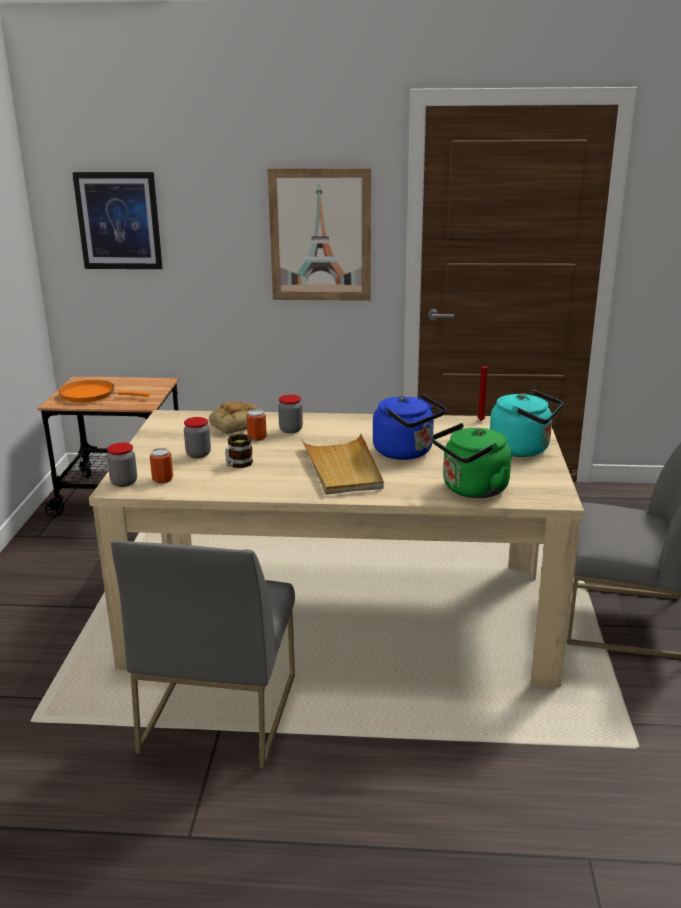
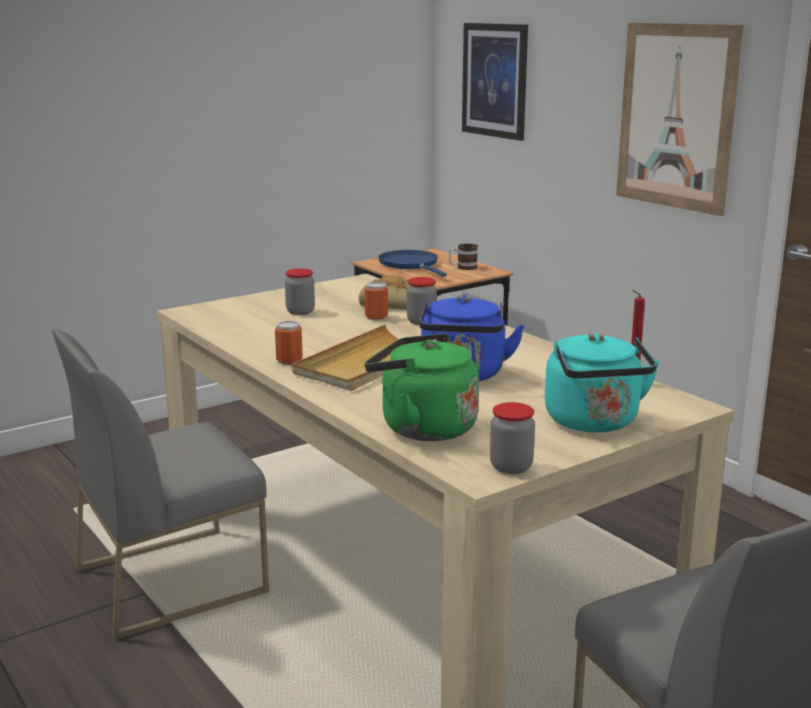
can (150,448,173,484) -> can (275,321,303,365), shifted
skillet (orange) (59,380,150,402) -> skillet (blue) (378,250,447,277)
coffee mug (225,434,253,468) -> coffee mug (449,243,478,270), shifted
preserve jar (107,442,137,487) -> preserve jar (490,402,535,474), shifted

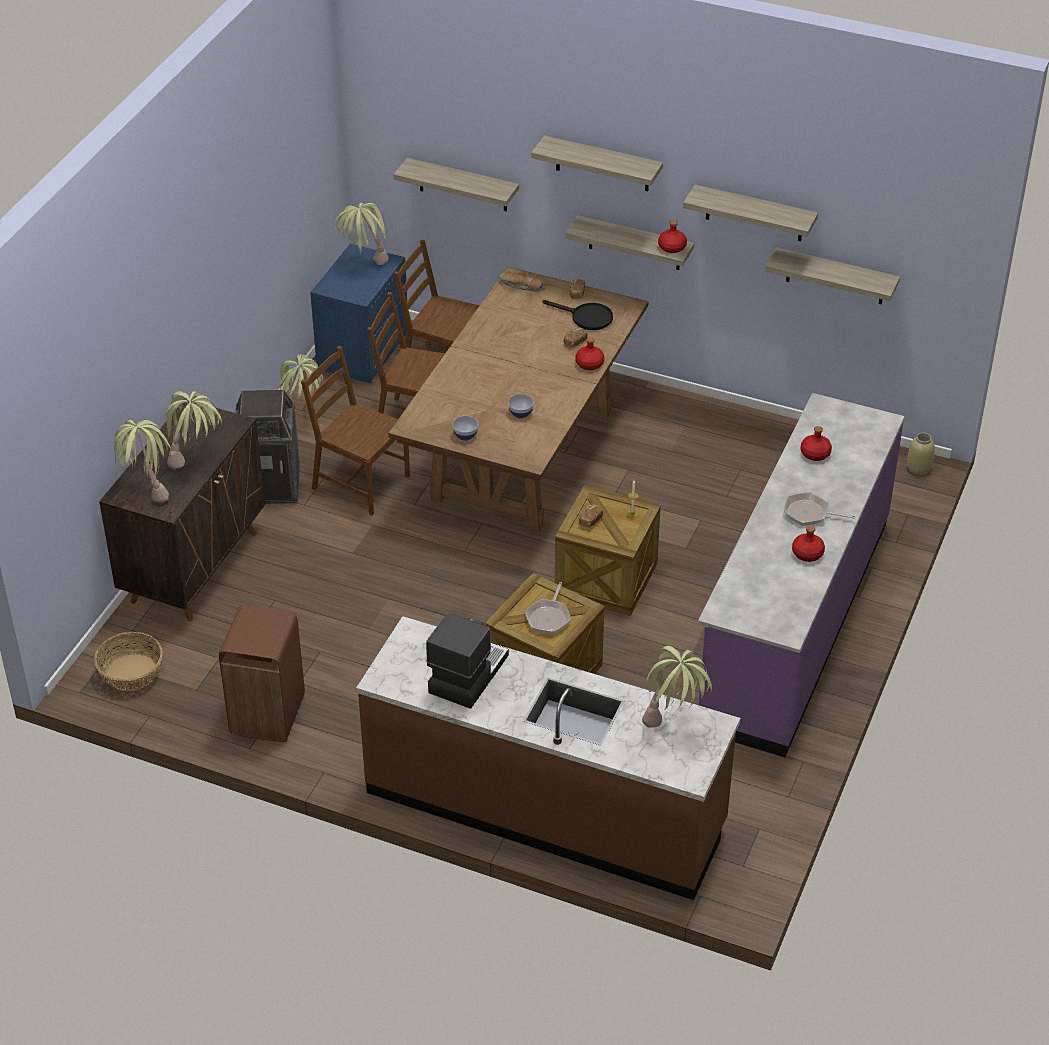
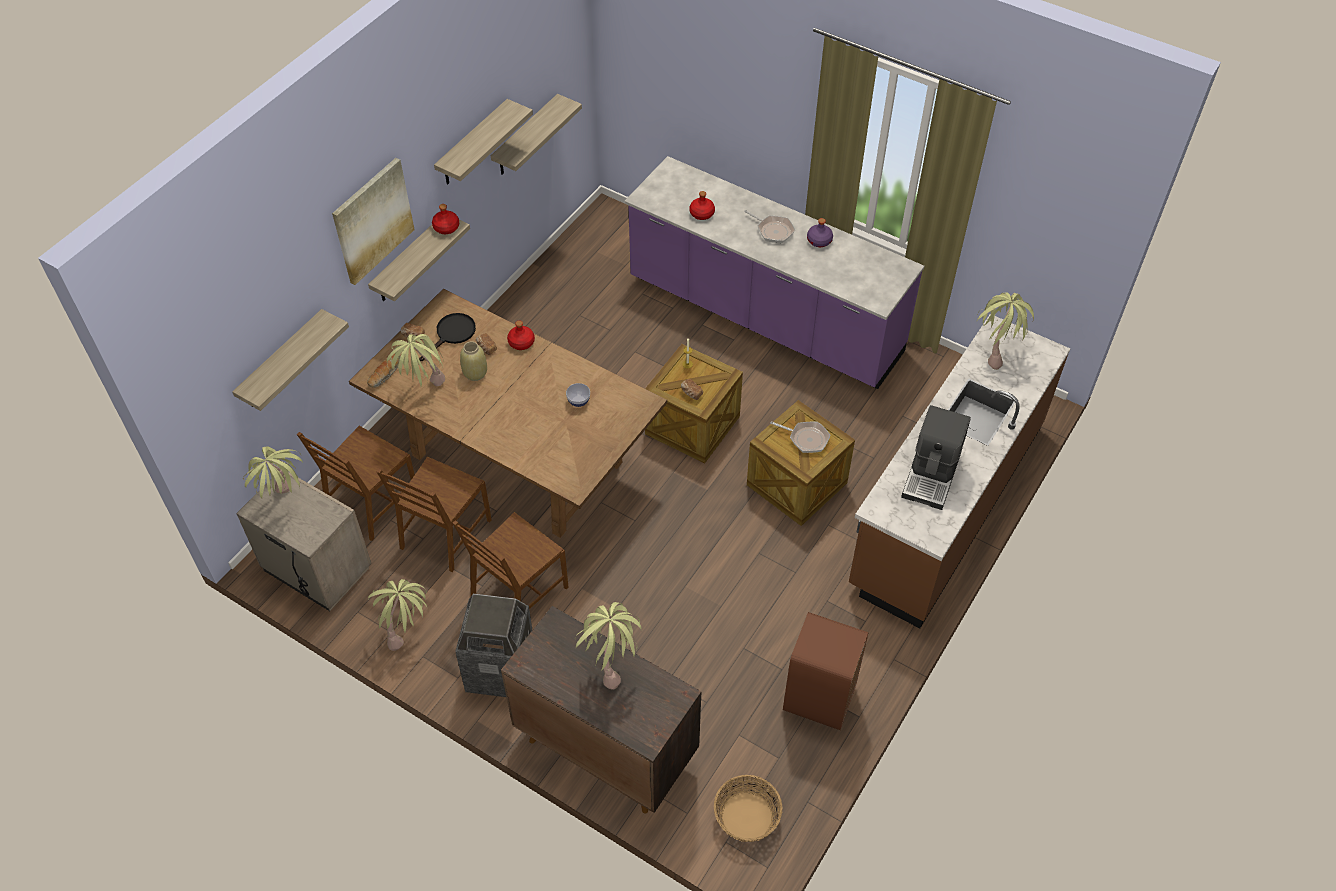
nightstand (blue) (310,244,407,383) -> nightstand (beige-coloured) (236,472,371,611)
bracket shelf (531,135,663,191) -> wall picture (332,158,415,285)
potted plant (114,420,171,503) -> potted plant (387,334,445,386), shifted
flower vase (beige-coloured) (907,433,935,475) -> flower vase (beige-coloured) (460,341,487,381), shifted
skillet (784,492,856,526) -> skillet (744,210,795,243), 75 degrees counterclockwise
beverage bottle (red-coloured) (792,525,825,562) -> beverage bottle (purplish) (807,218,833,247)
coffee machine (426,613,509,709) -> coffee machine (901,405,971,510), 105 degrees counterclockwise
bowl (452,416,478,441) -> none

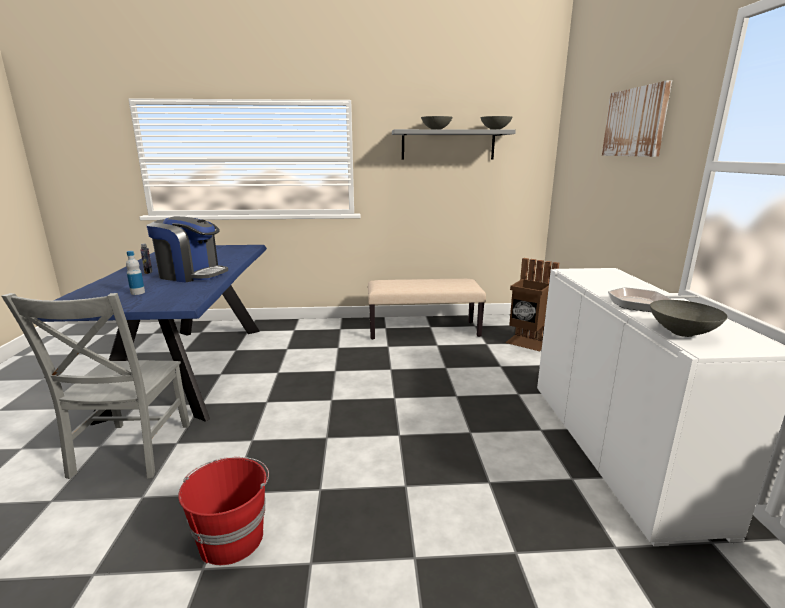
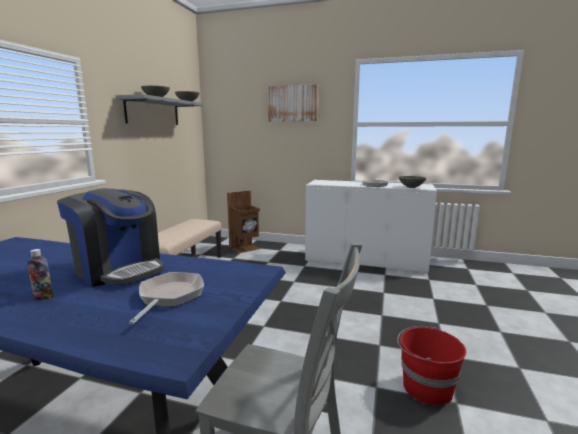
coffee machine (146,216,228,283) -> coffee machine (57,188,164,287), 90 degrees clockwise
beverage bottle (126,251,145,295) -> skillet (129,272,204,325)

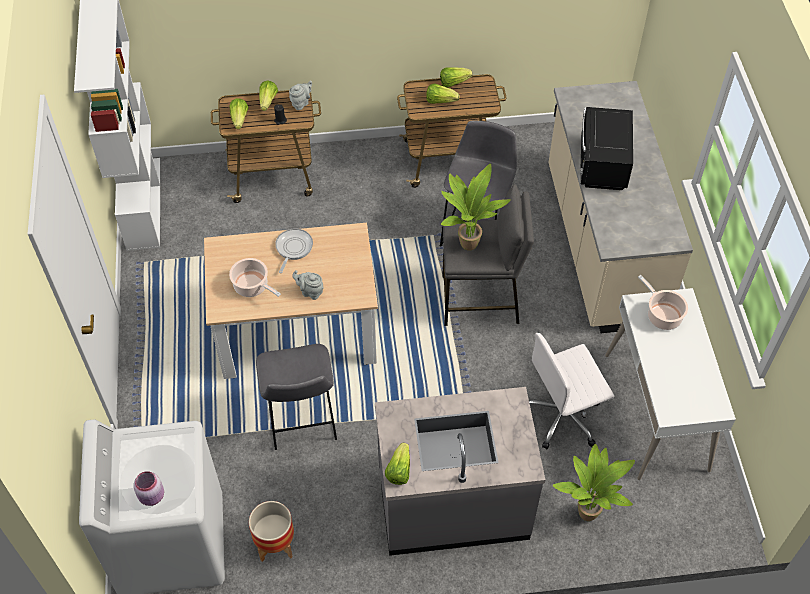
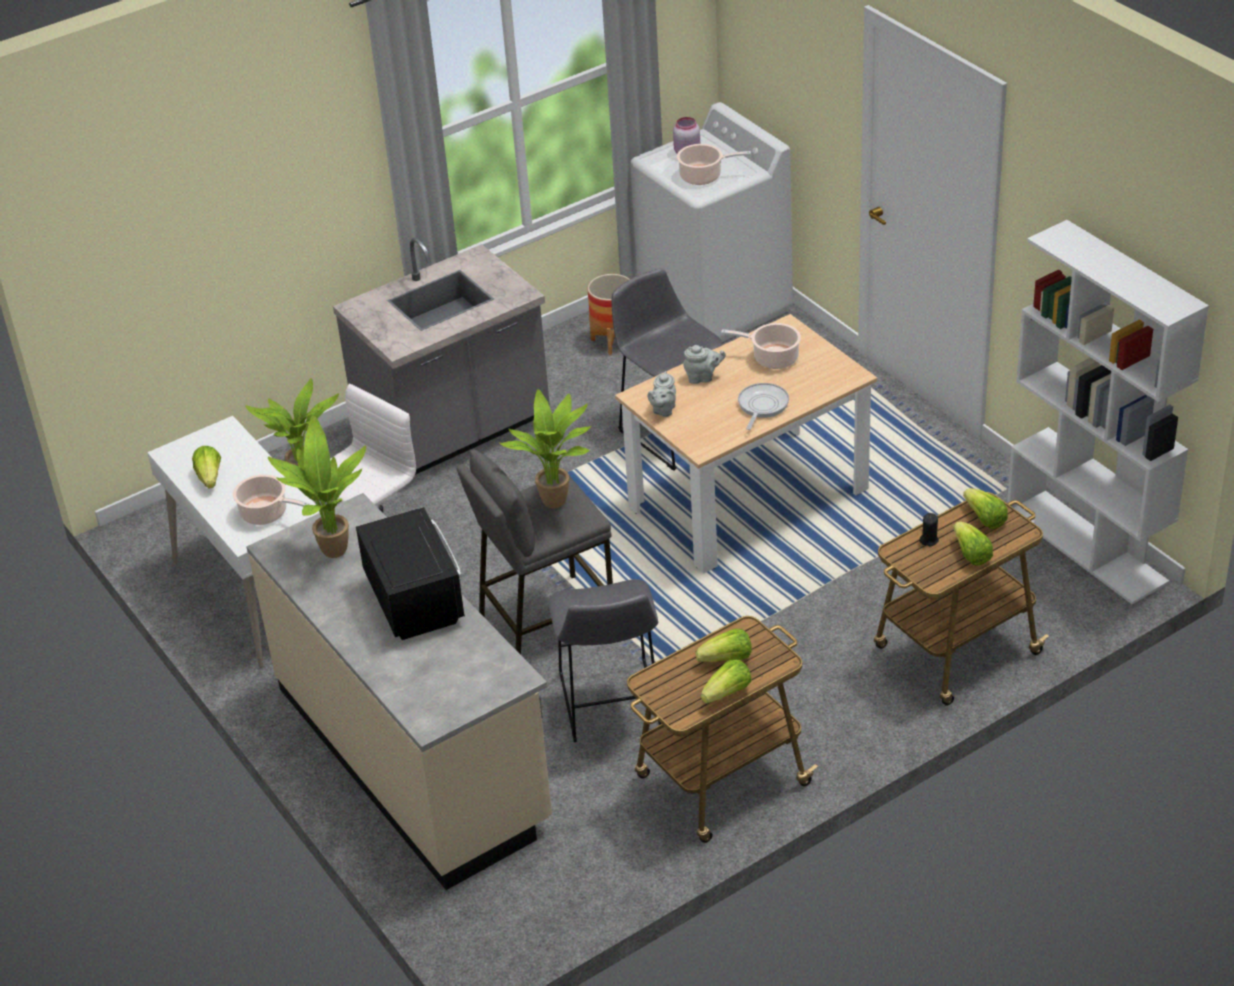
head of lettuce (385,443,410,485) -> head of lettuce (192,446,221,489), shifted
none -> potted plant (268,416,366,558)
teapot (greyish) (289,81,312,110) -> teapot (greyish) (648,371,676,417), shifted
none -> cooking pot (677,144,751,185)
skillet (275,229,313,273) -> skillet (738,383,789,430), 150 degrees counterclockwise

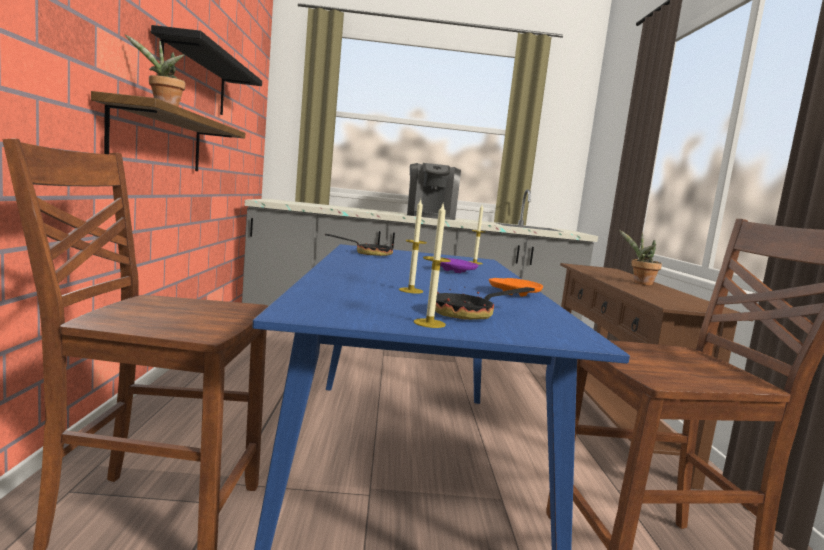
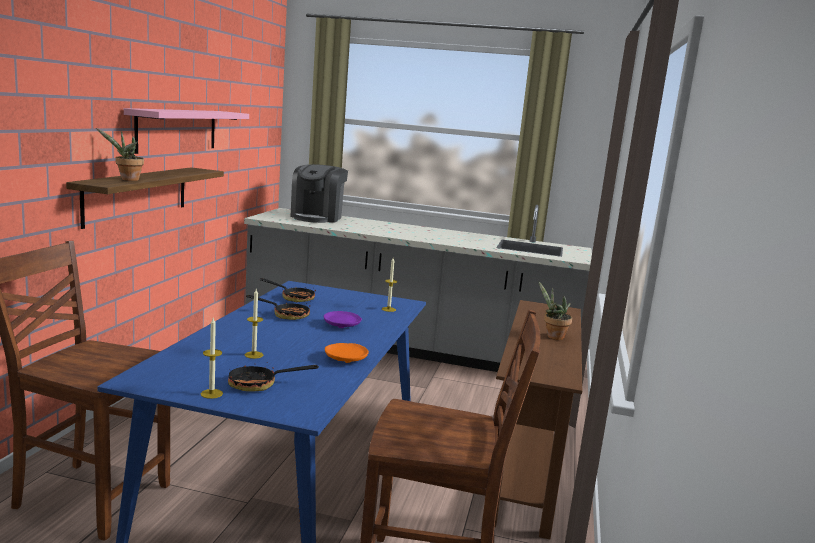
bracket shelf (blackish) (151,25,262,115) -> bracket shelf (pinkish) (124,108,249,154)
none -> skillet (246,295,310,320)
coffee machine (407,163,461,220) -> coffee machine (290,164,348,223), shifted

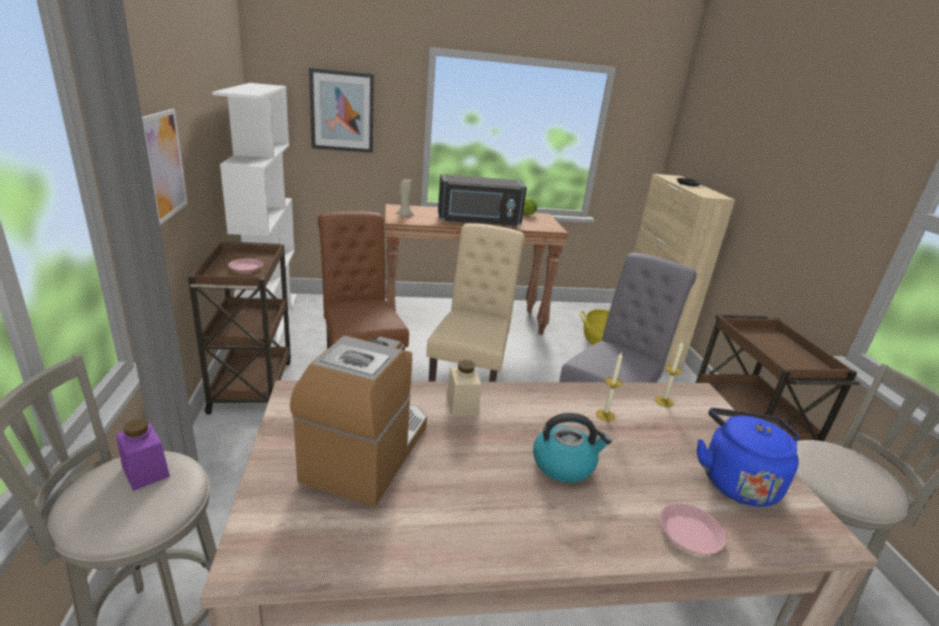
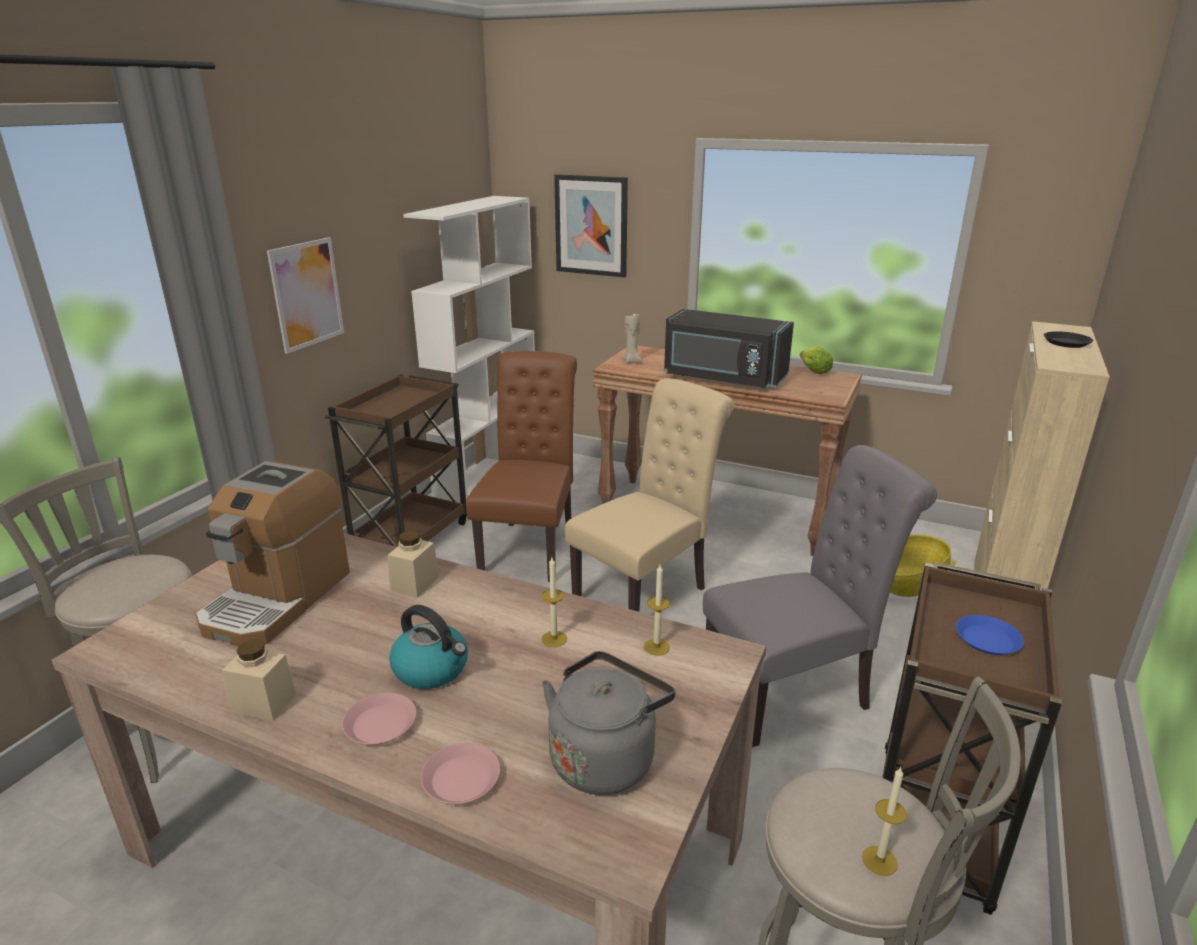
coffee machine (290,336,427,507) -> coffee machine (195,461,350,646), 150 degrees clockwise
none -> preserve jar (beige-coloured) (222,639,297,721)
flat dish (pinkish) (228,258,263,273) -> flat dish (pinkish) (342,693,416,745), shifted
water kettle (blue) (697,408,799,507) -> water kettle (greyish) (542,651,675,795)
none -> wax light (862,767,907,876)
none -> flat dish (blue) (956,615,1024,655)
preserve jar (purplish) (116,419,170,491) -> none

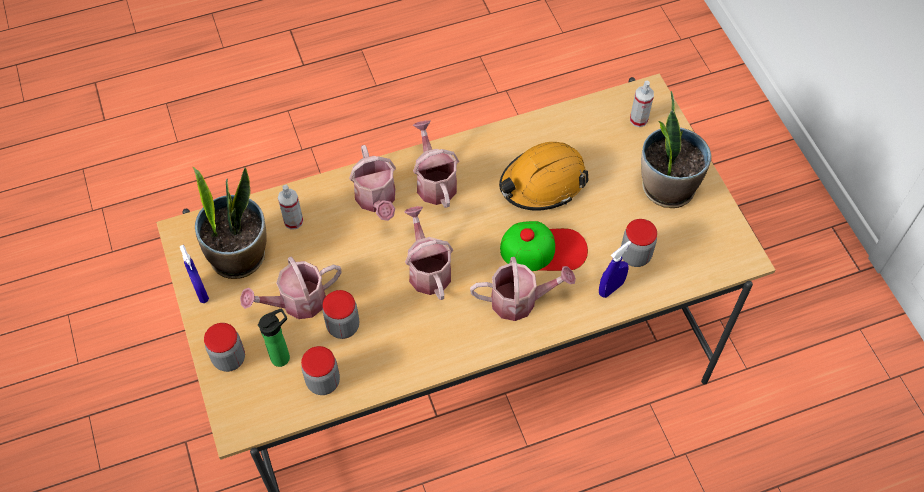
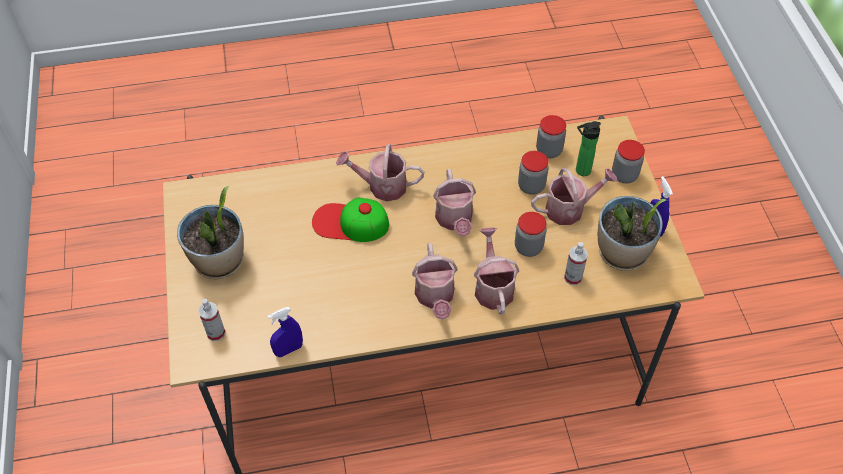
spray bottle (blue) (599,241,631,298) -> spray bottle (blue) (267,307,303,357), shifted
preserve jar (621,219,657,267) -> preserve jar (515,212,547,257), shifted
work helmet (orange) (499,142,589,211) -> none

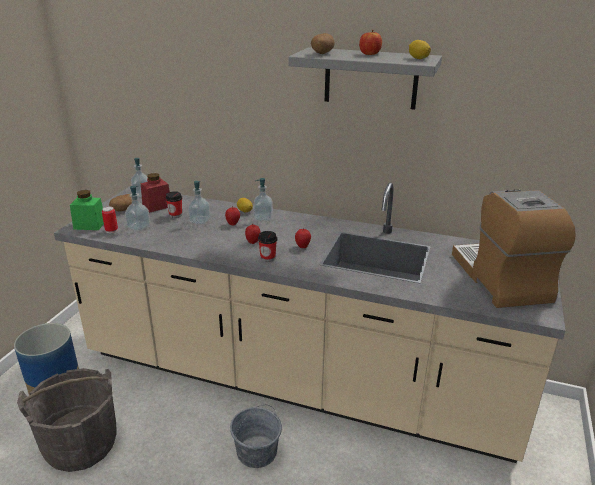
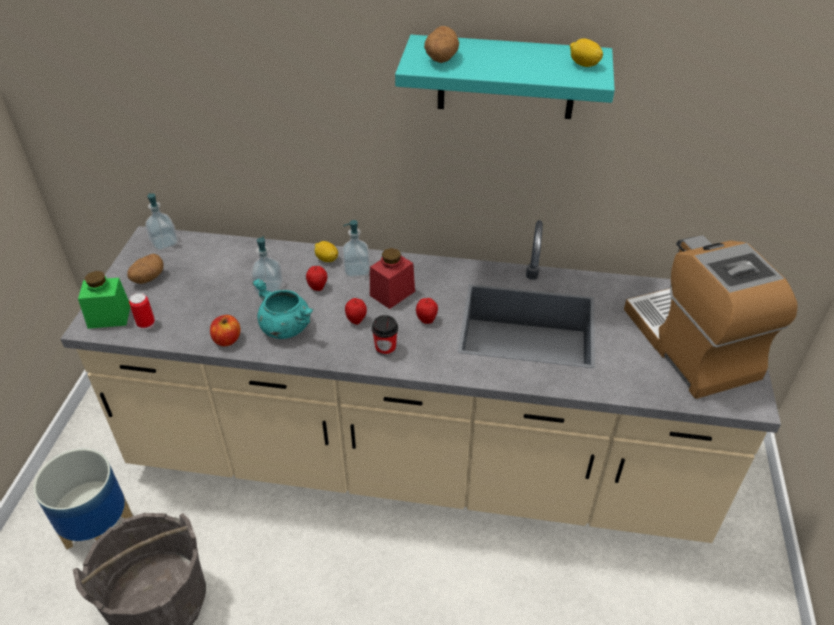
whole apple (359,30,382,55) -> whole apple (210,315,241,346), shifted
none -> cooking pot (turquoise) (252,279,313,339)
preserve jar (red-coloured) (141,173,170,212) -> preserve jar (red-coloured) (370,248,415,309), shifted
bracket shelf (greyish) (288,47,442,110) -> bracket shelf (turquoise) (395,35,615,119)
liquid soap bottle (125,186,150,231) -> none
cup (165,191,182,218) -> none
bucket (greyish) (230,405,282,468) -> none

